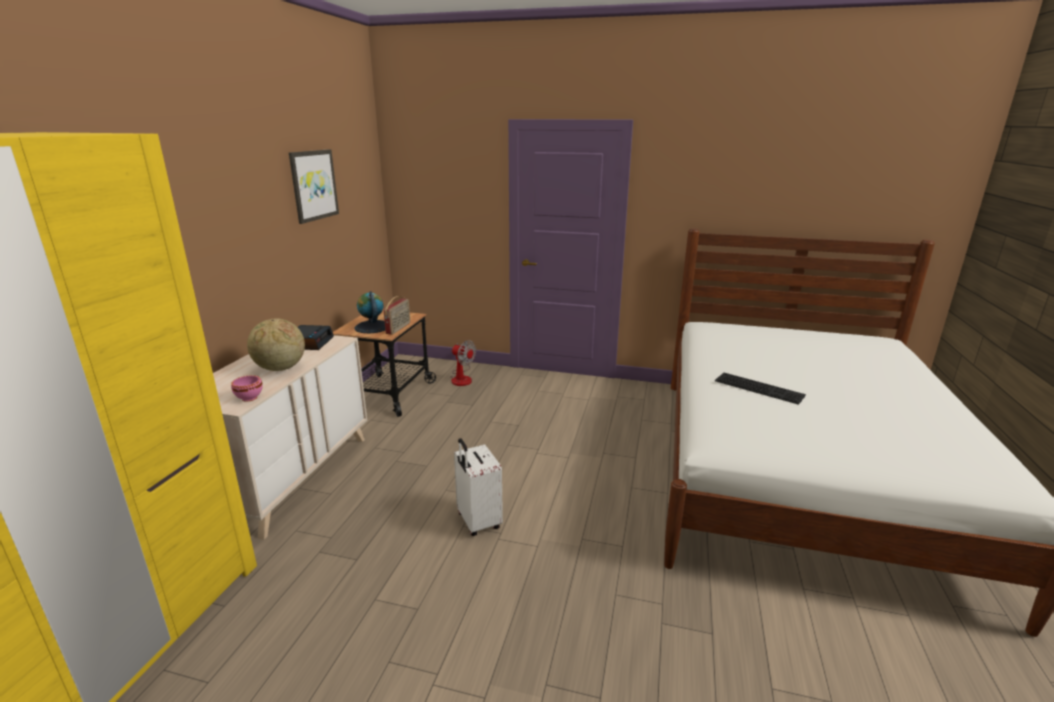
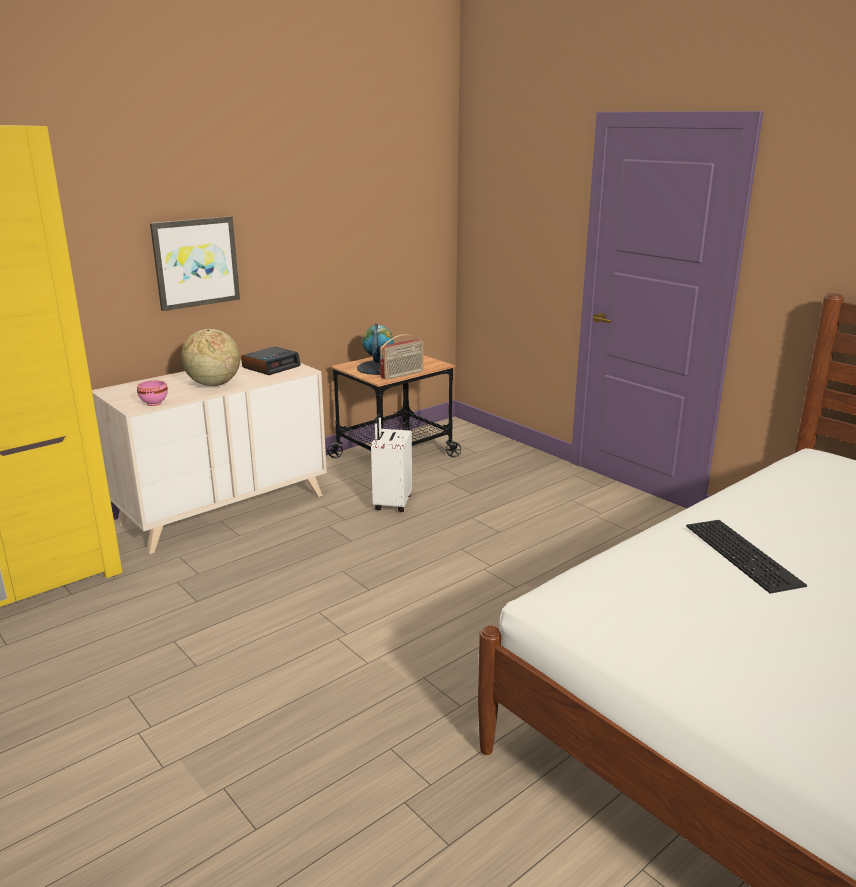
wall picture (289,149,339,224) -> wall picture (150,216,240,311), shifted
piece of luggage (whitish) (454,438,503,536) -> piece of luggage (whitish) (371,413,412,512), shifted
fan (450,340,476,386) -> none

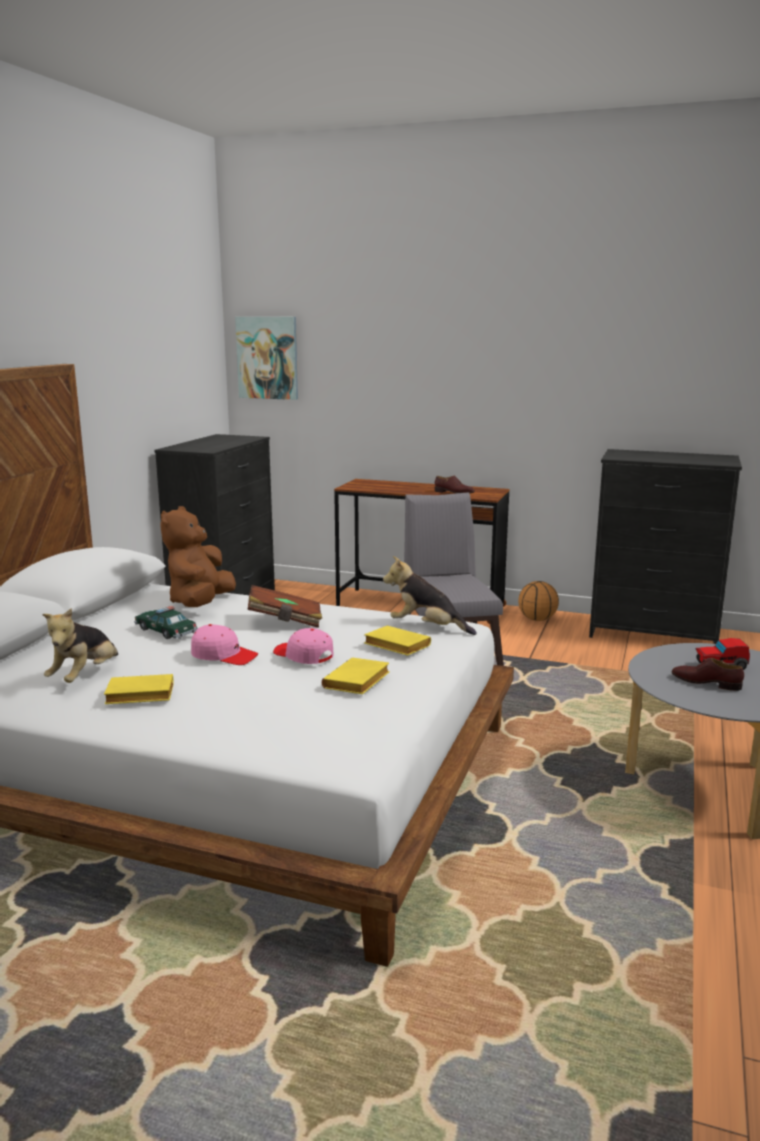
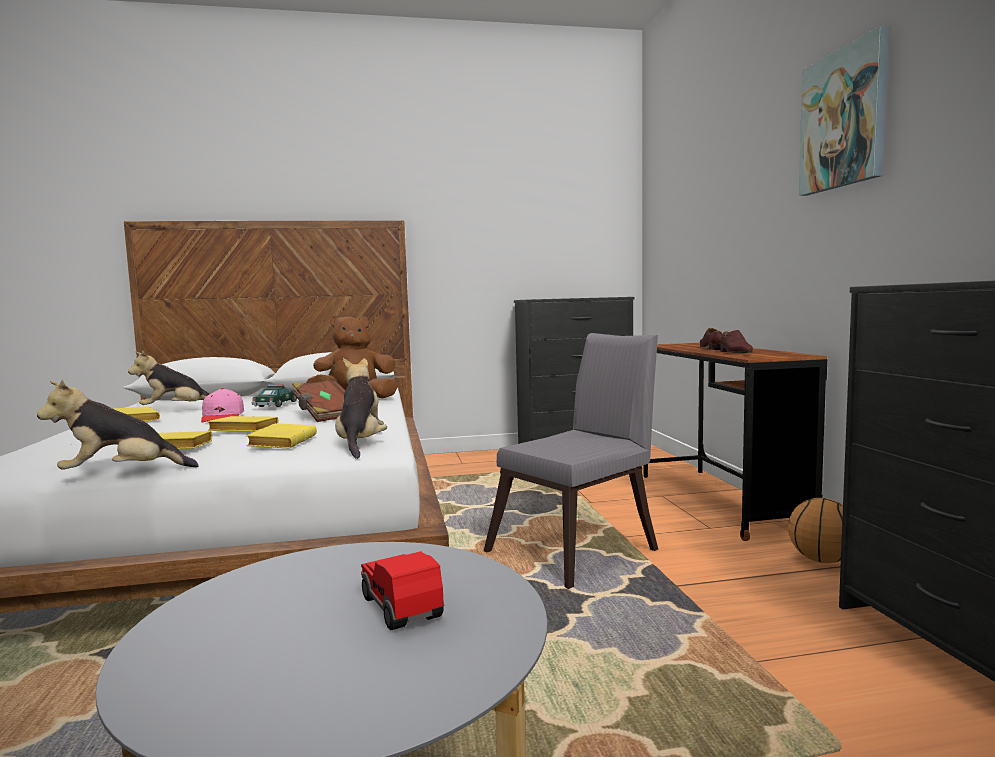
none -> cuddly toy (37,379,199,470)
cap (pinkish) (273,628,334,664) -> bound book (yellowish) (207,416,279,432)
shoe (brown-coloured) (672,658,744,691) -> shoe (brown-coloured) (700,328,723,350), shifted
wall picture (235,317,298,400) -> wall picture (799,26,889,196), shifted

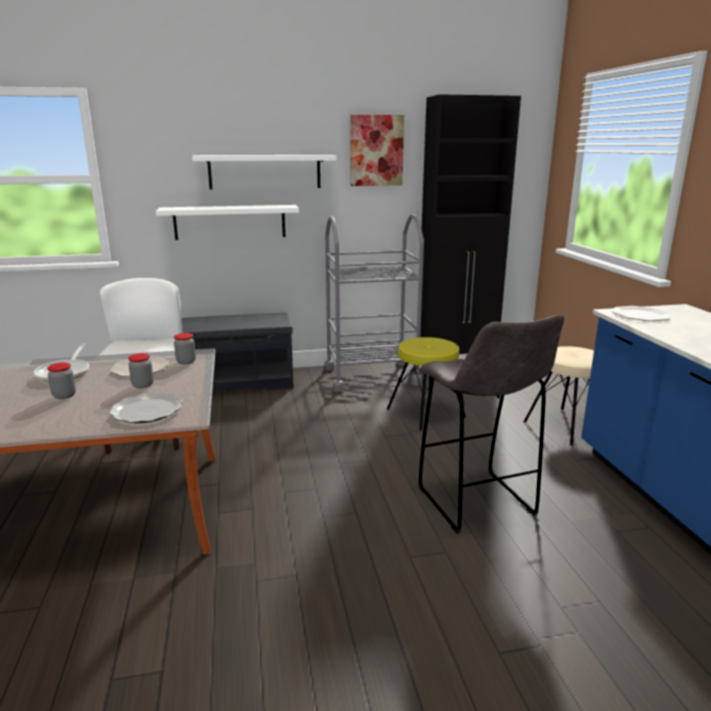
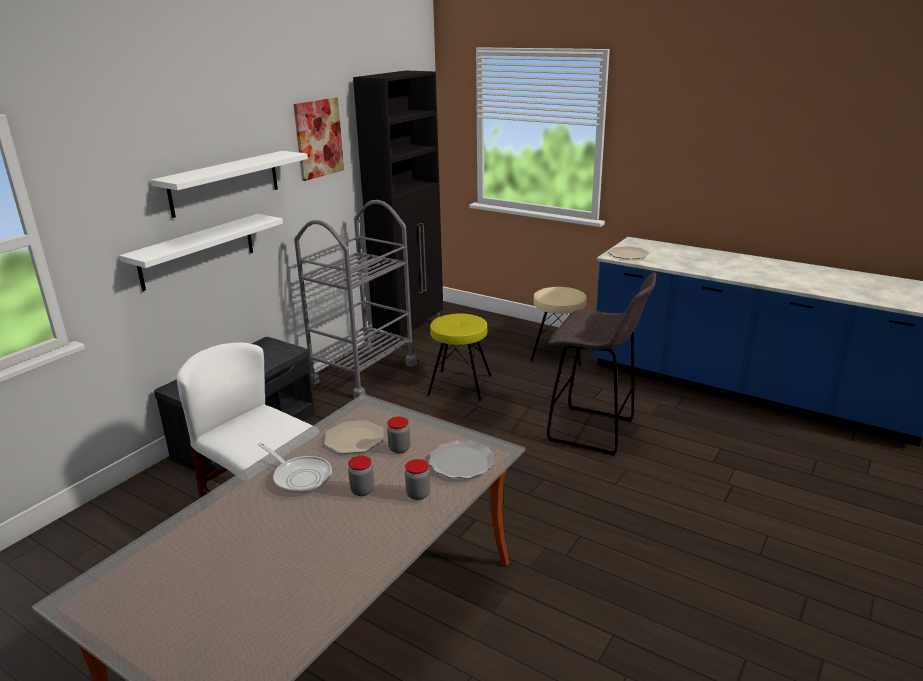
preserve jar (174,333,196,365) -> preserve jar (405,459,430,500), shifted

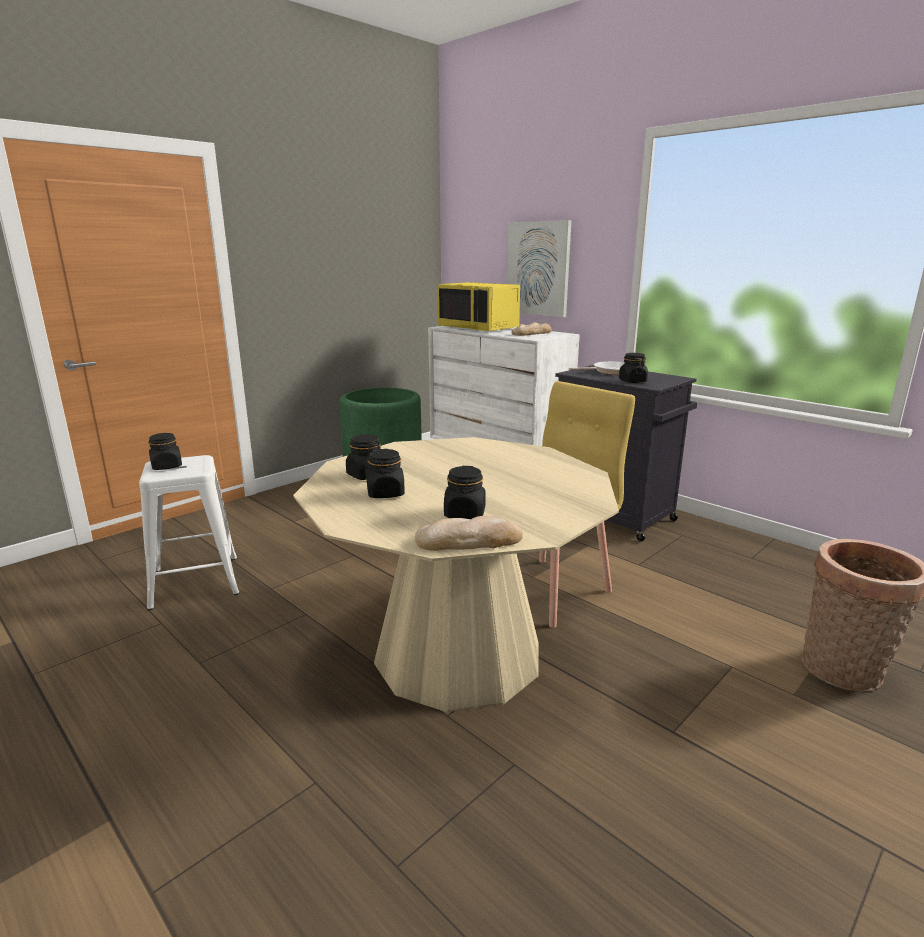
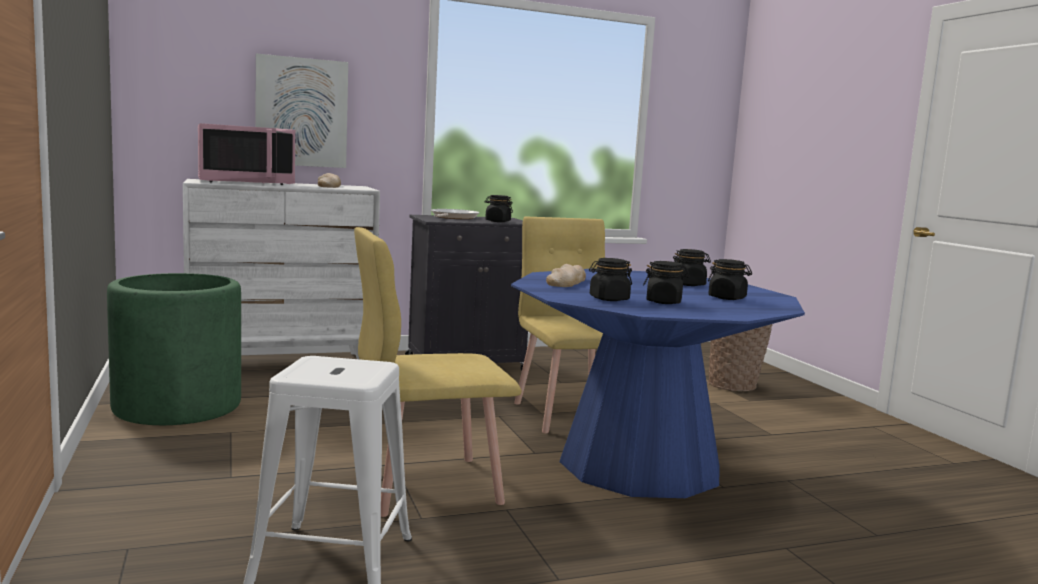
microwave (yellowish) (438,282,520,331) -> microwave (pinkish) (198,123,295,185)
none -> upright chair (yellowish) (354,227,522,517)
dinner table (beige-coloured) (293,437,619,712) -> dinner table (blue) (511,269,805,498)
baked bread (415,516,522,551) -> baked bread (546,264,586,287), shifted
preserve jar (blackish) (149,433,182,470) -> preserve jar (blackish) (673,249,711,286), shifted

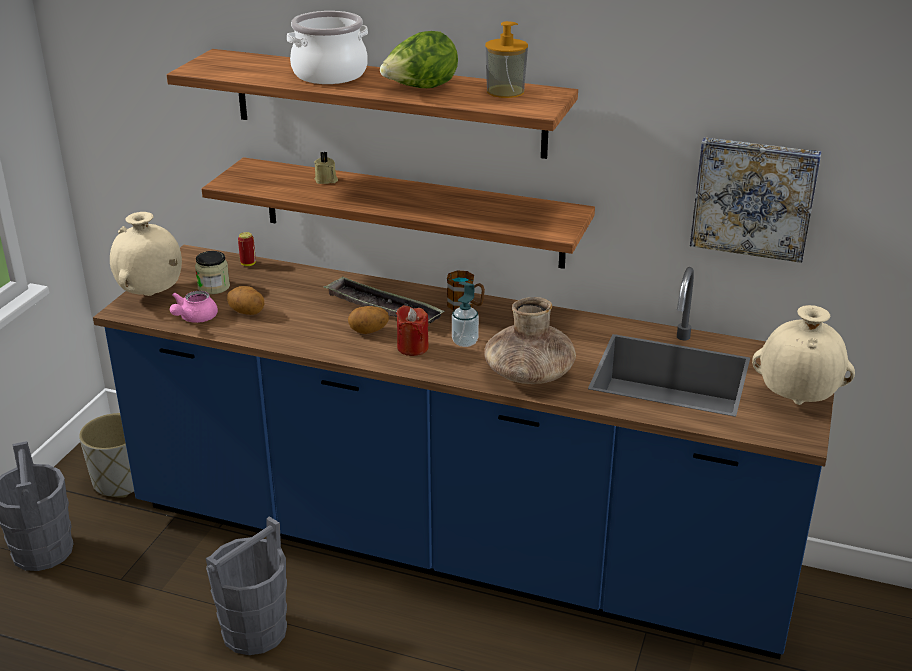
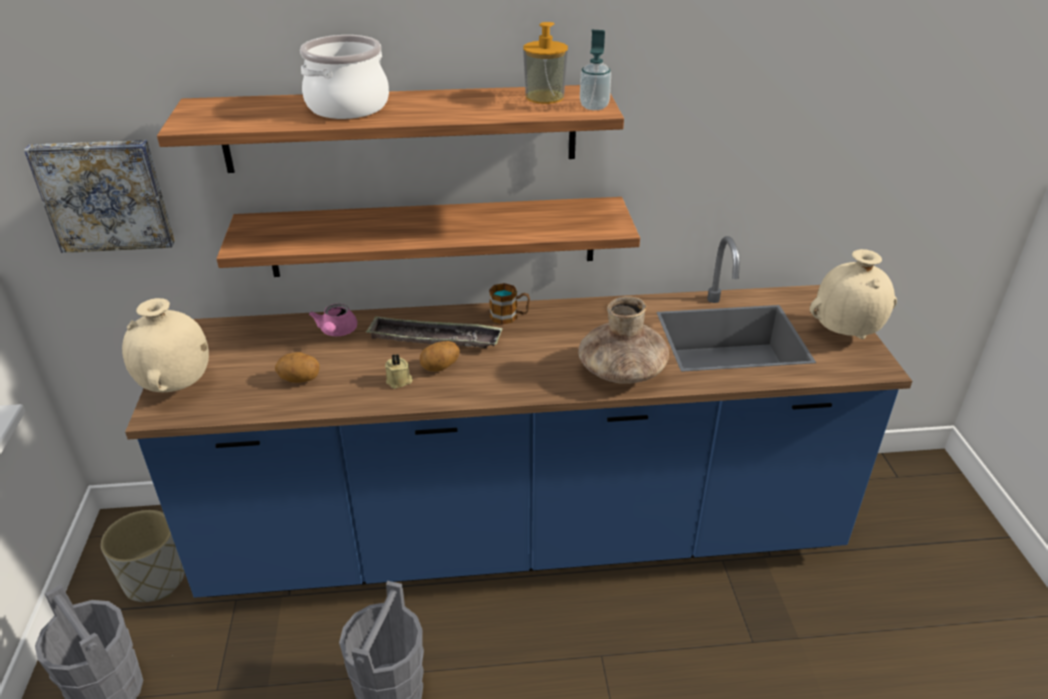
wall picture (690,137,822,263) -> wall picture (24,140,175,253), shifted
teapot (pinkish) (170,291,218,323) -> teapot (pinkish) (309,304,357,336), shifted
wax light (beige-coloured) (314,152,338,184) -> wax light (beige-coloured) (385,354,413,389), shifted
liquid soap bottle (452,281,479,347) -> liquid soap bottle (580,30,611,110), shifted
preserve jar (195,251,230,294) -> none
can (238,232,256,266) -> none
head of lettuce (380,31,458,88) -> none
wax light (red-coloured) (396,305,429,356) -> none

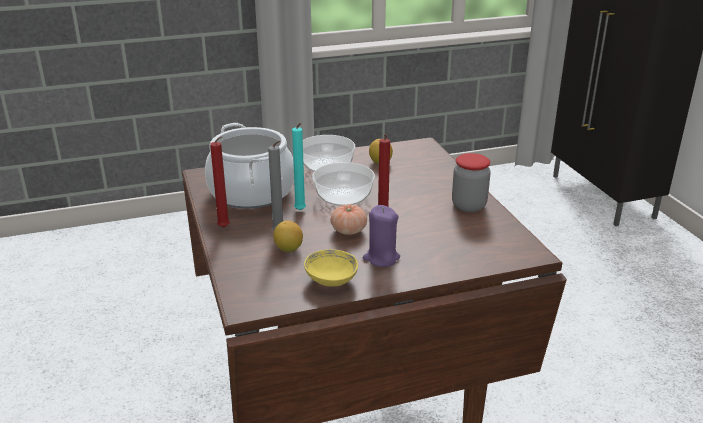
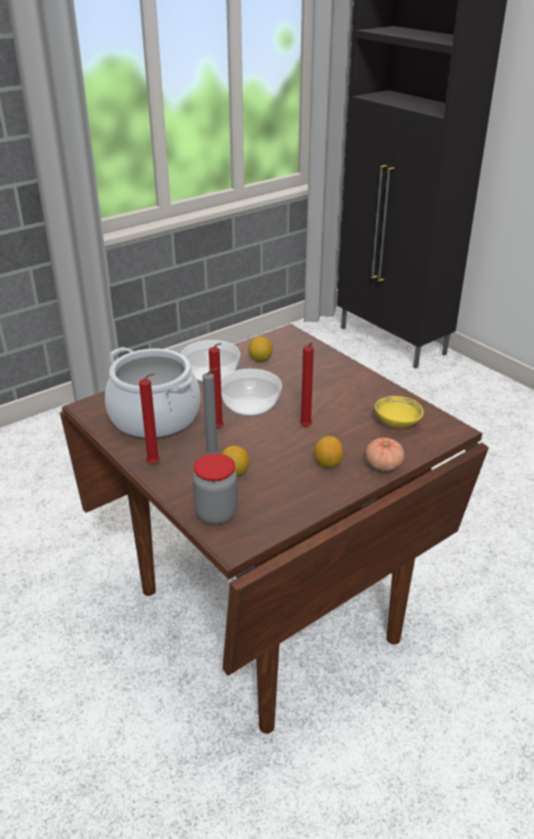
preserve jar (452,153,491,212) -> preserve jar (193,454,238,525), shifted
wax light (turquoise) (292,123,306,210) -> wax light (red-coloured) (209,343,224,429)
wax light (purplish) (363,205,400,267) -> citrus fruit (314,436,343,468)
fresh tomato (330,204,367,235) -> fresh tomato (365,438,404,471), shifted
bowl (yellowish) (304,249,358,287) -> bowl (yellowish) (375,396,424,428), shifted

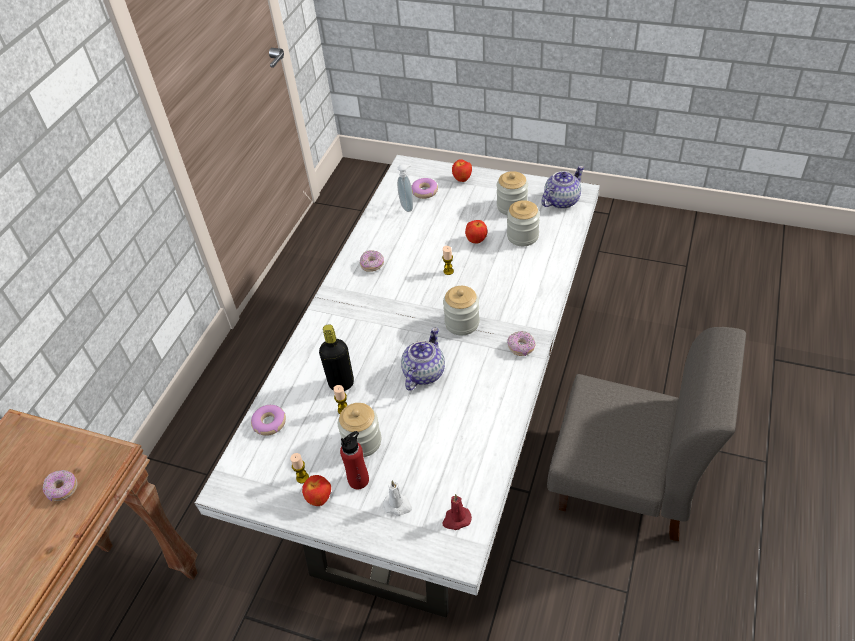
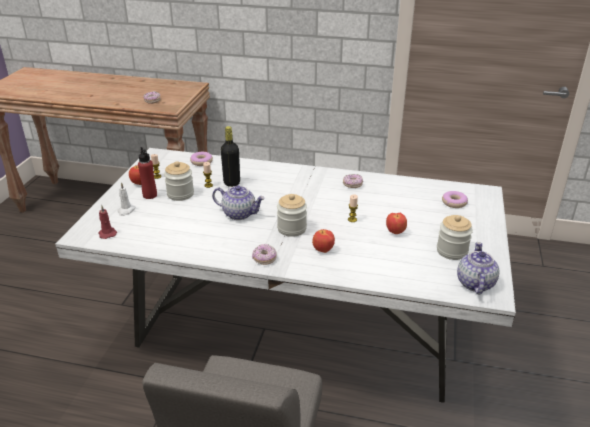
whole apple (452,159,472,182) -> whole apple (312,229,335,253), shifted
teapot (541,166,584,209) -> teapot (457,242,499,294), 120 degrees counterclockwise
liquid soap bottle (397,164,413,212) -> none
preserve jar (507,200,540,246) -> none

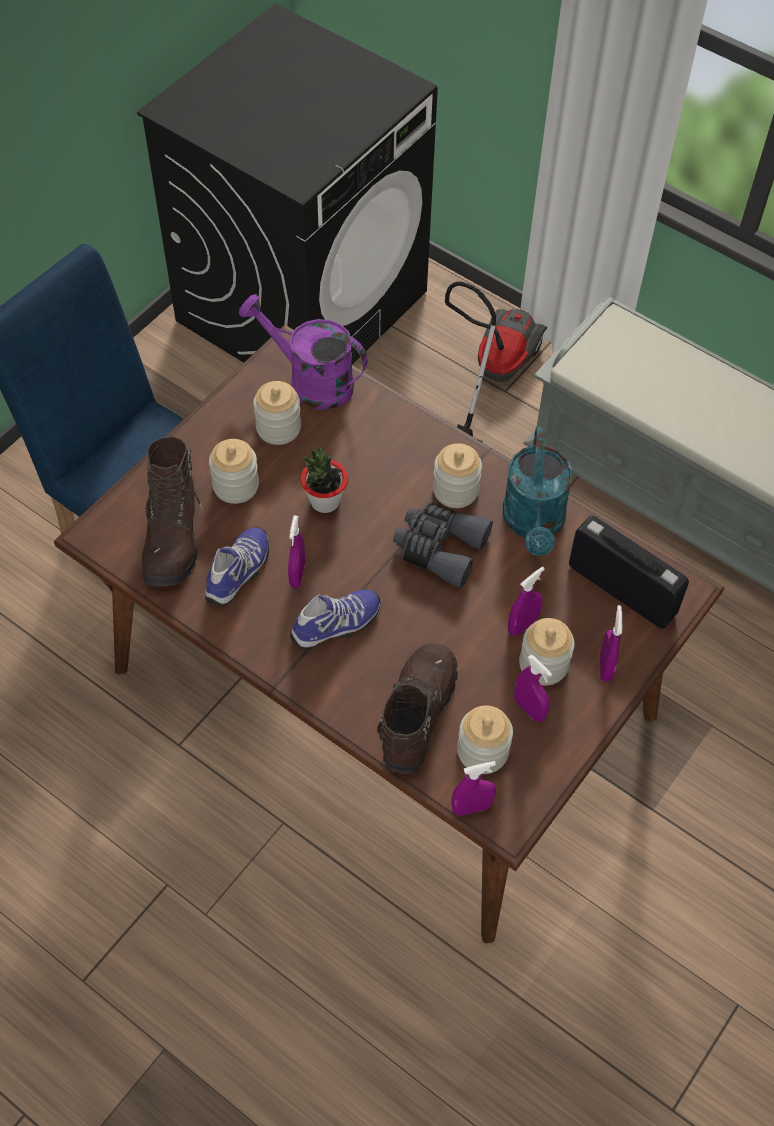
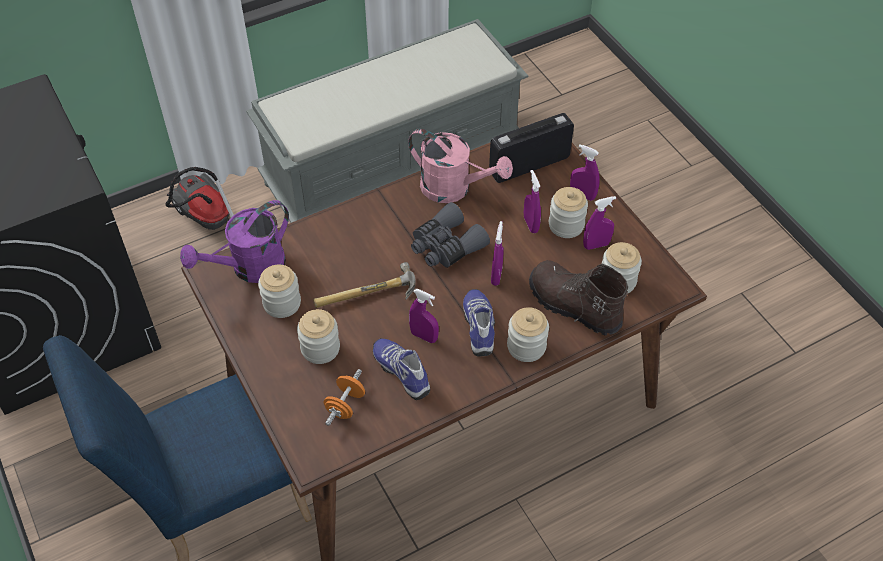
potted plant (301,447,348,513) -> hammer (313,262,416,308)
high-top boot (brown-coloured) (142,436,203,587) -> dumbbell (orange) (324,369,365,426)
watering can (turquoise) (503,427,572,556) -> watering can (pinkish) (408,129,513,203)
spray bottle (purplish) (451,761,496,816) -> spray bottle (purplish) (491,221,504,286), shifted
preserve jar (433,443,482,508) -> preserve jar (507,307,549,362), shifted

